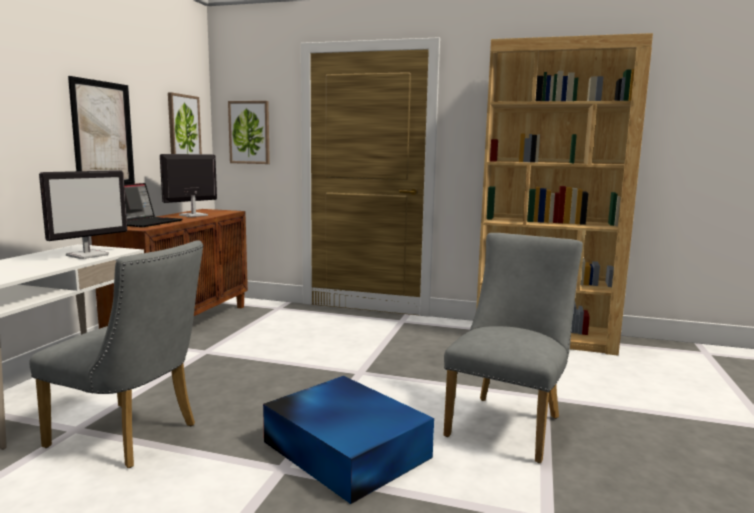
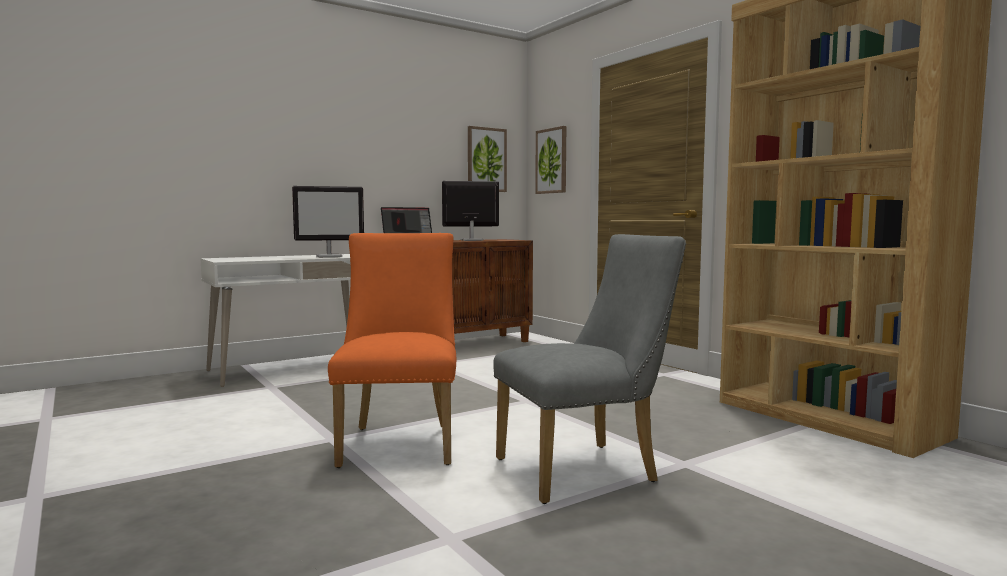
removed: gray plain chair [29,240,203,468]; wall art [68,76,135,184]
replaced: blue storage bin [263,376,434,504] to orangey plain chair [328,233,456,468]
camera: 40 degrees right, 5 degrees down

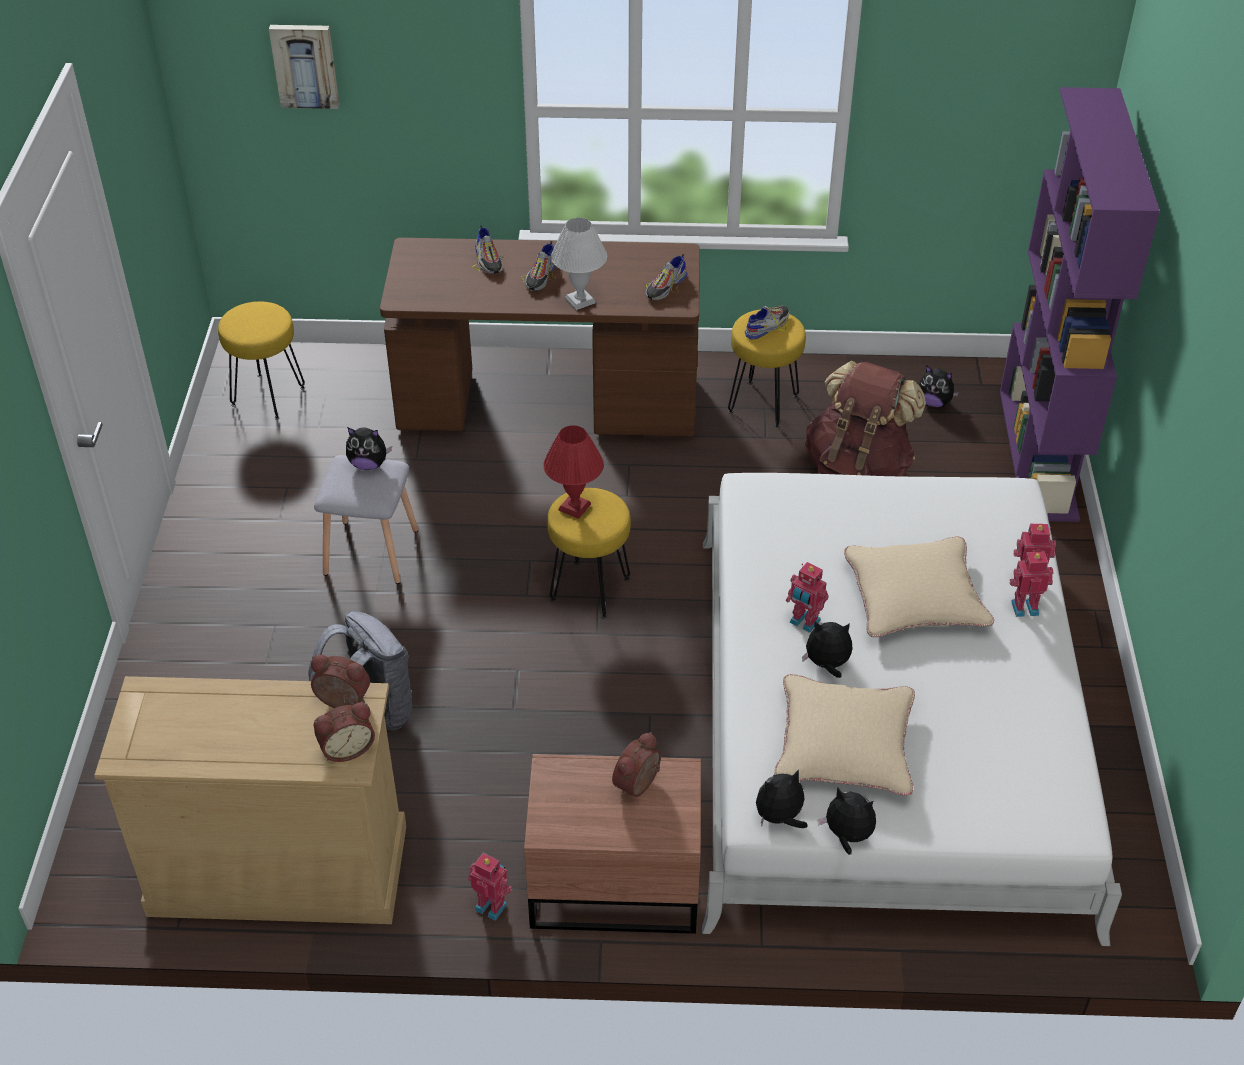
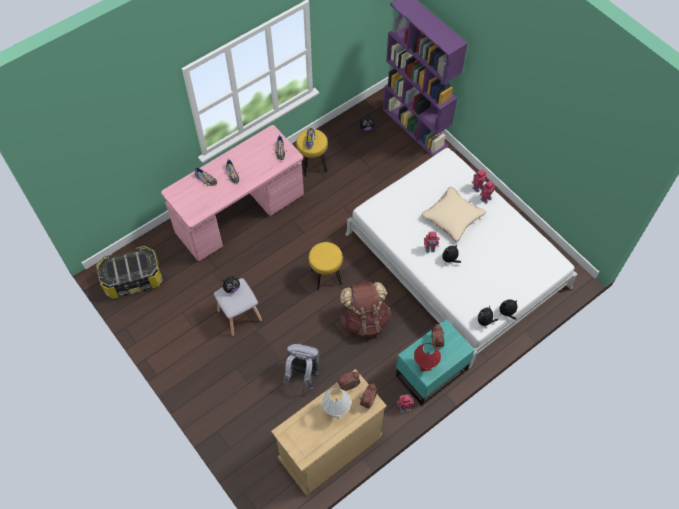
removed: wall art [269,25,339,109]; beige-coloured pillow [774,674,915,796]
moved: red-coloured tabletop lamp [543,425,604,519] to [414,343,441,372]; whitish tabletop lamp [551,218,607,310] to [322,388,351,419]; brown-coloured rucksack [805,360,926,477] to [340,282,391,338]
replaced: yellowish sitting stool [218,301,305,420] to storage bin [96,246,163,299]
recoloured: brown-coloured desk table [380,238,700,436] to pinkish desk table [161,125,304,261]; brown-coloured bedside table [524,754,701,934] to turquoise-coloured bedside table [396,319,475,405]
camera: 40 degrees left, 15 degrees up

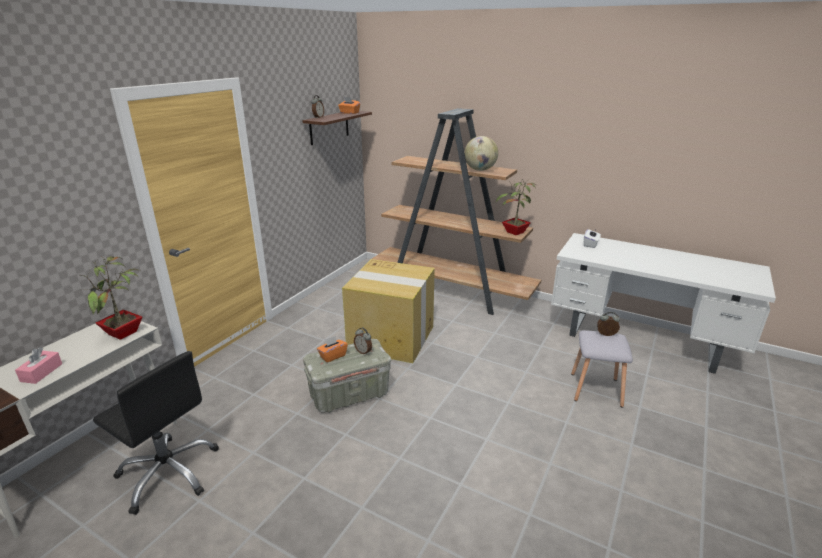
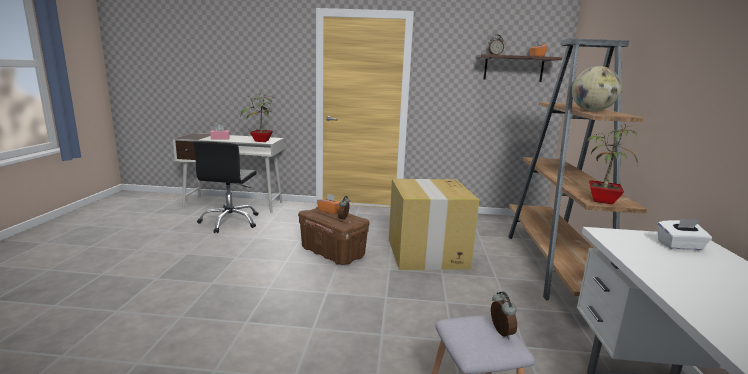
recoloured: gray storage bin [303,339,391,413] to brown-coloured storage bin [298,207,370,265]
camera: 65 degrees right, 10 degrees down

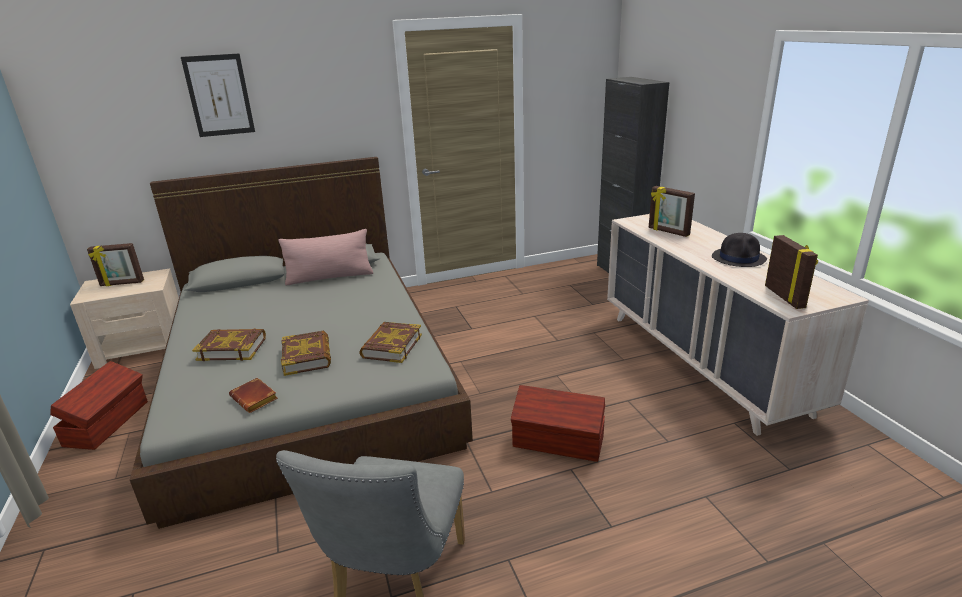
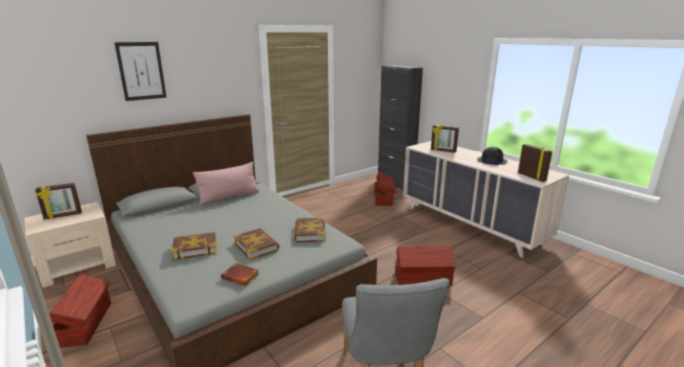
added: brown-coloured storage bin [375,172,396,206]
camera: 20 degrees left, 5 degrees down

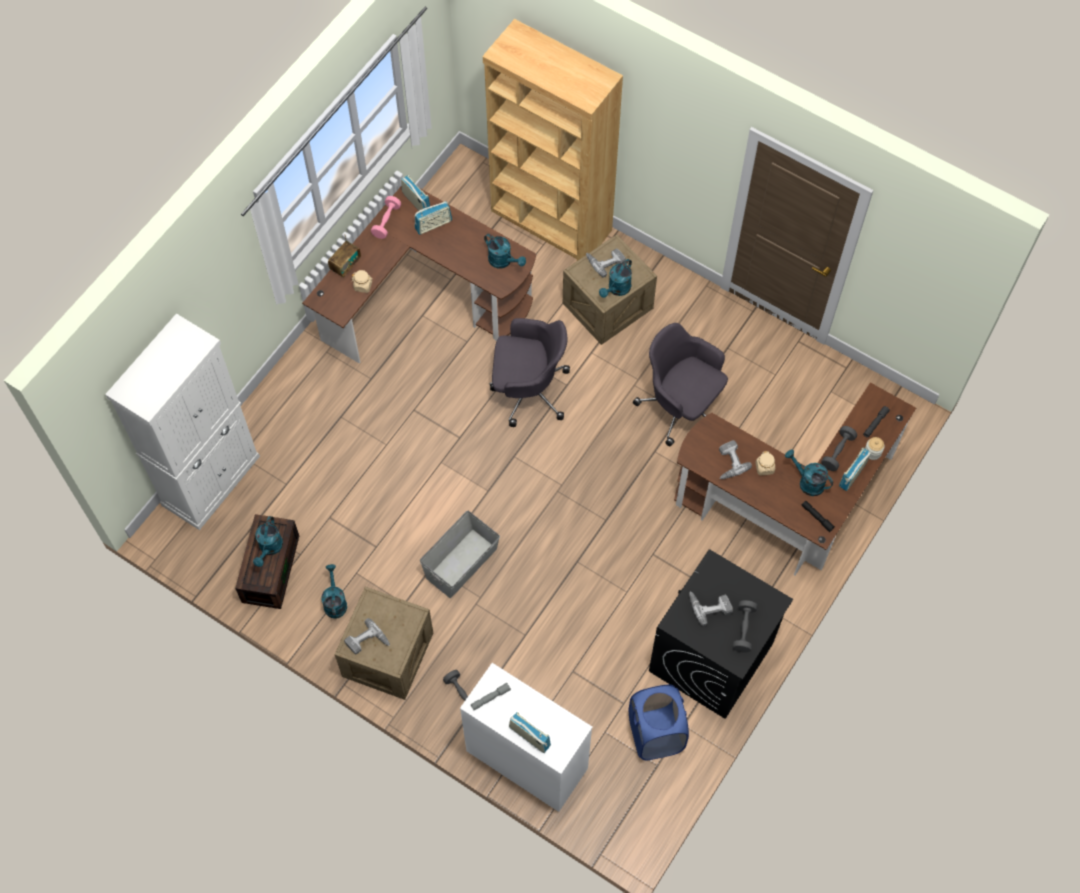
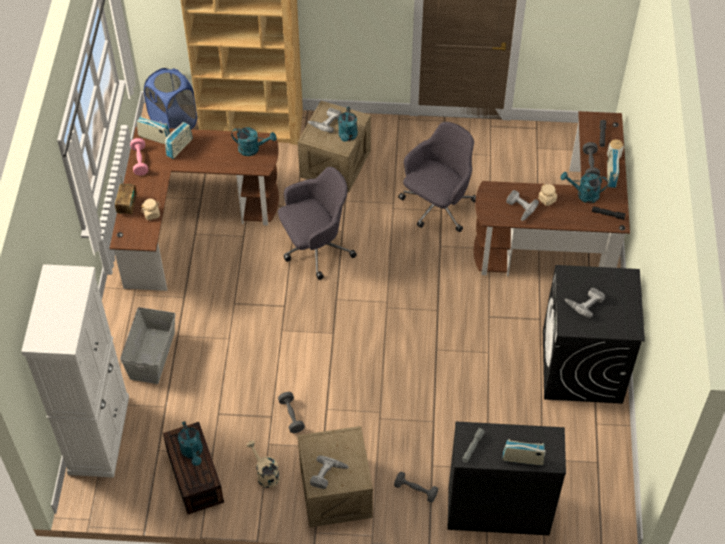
moved: gray storage bin [420,511,500,598] to [120,307,175,384]; blue hamper [629,684,689,760] to [144,68,197,129]; gray dumbbell [732,600,758,653] to [278,392,305,433]
recoloured: turquoise-coloured watering can [321,564,347,619] to beige-coloured watering can [246,440,280,488]; whitish drawer chest [460,663,593,812] to blackish drawer chest [447,421,566,535]
turned: gray computer chair [633,323,728,447] = [398,122,476,232] 120 degrees clockwise
camera: 30 degrees left, 10 degrees down

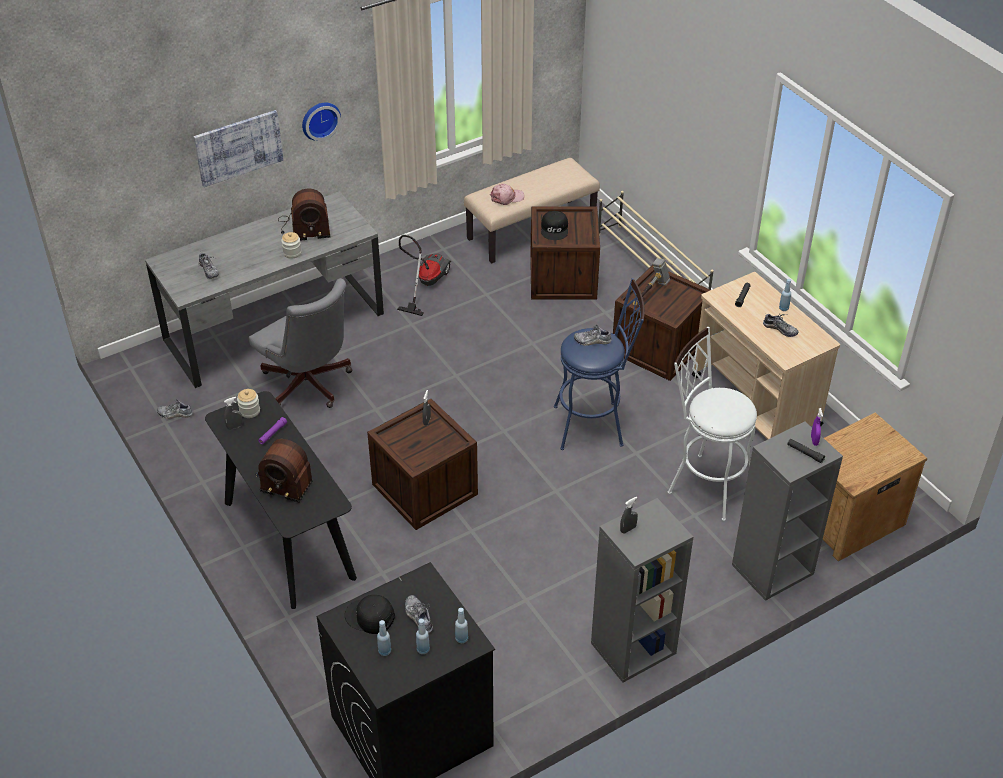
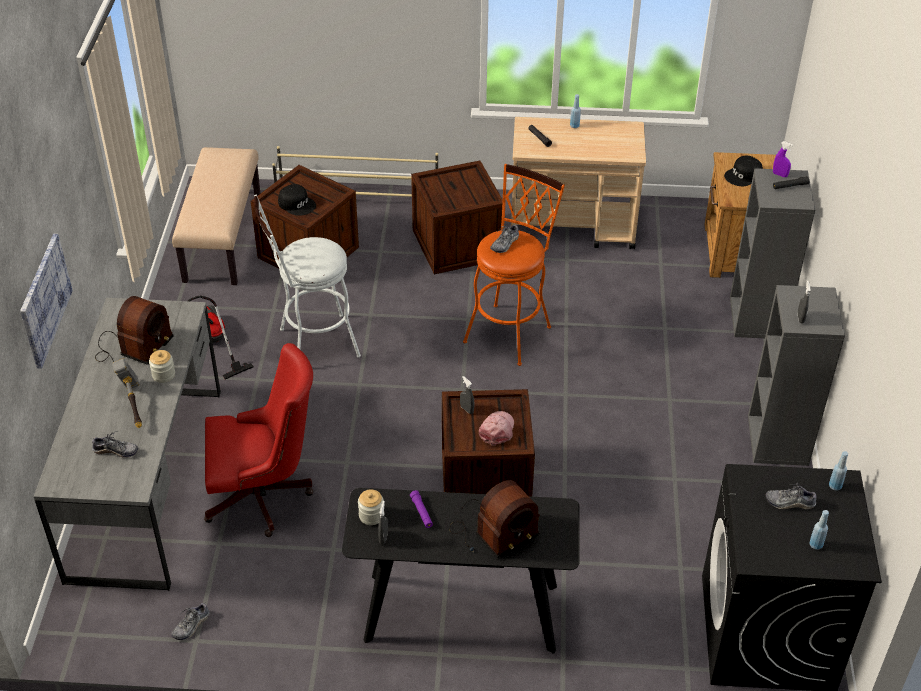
removed: wall clock [302,102,341,141]; blue beverage bottle [416,619,430,654]; low shoe [763,313,798,337]
moved: blackish cap [345,595,395,634] to [724,156,763,186]; pinkish cap [490,184,524,205] to [479,411,514,446]; hammer [633,258,670,305] to [112,358,142,428]; whitish sitting stool [668,327,757,521] to [254,194,361,358]
recoloured: gray computer chair [249,278,352,408] to red-coloured computer chair [204,343,314,537]; blue sitting stool [554,278,645,450] to orangey sitting stool [463,164,565,366]
camera: 55 degrees left, 0 degrees up

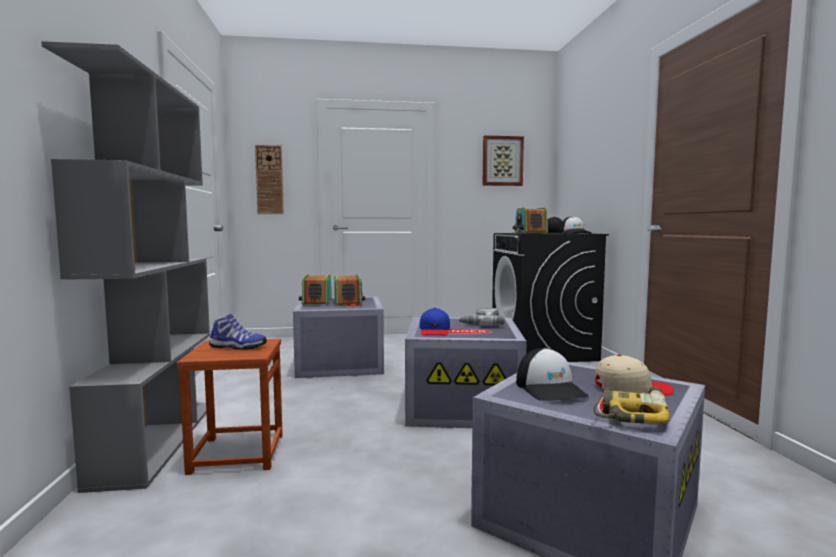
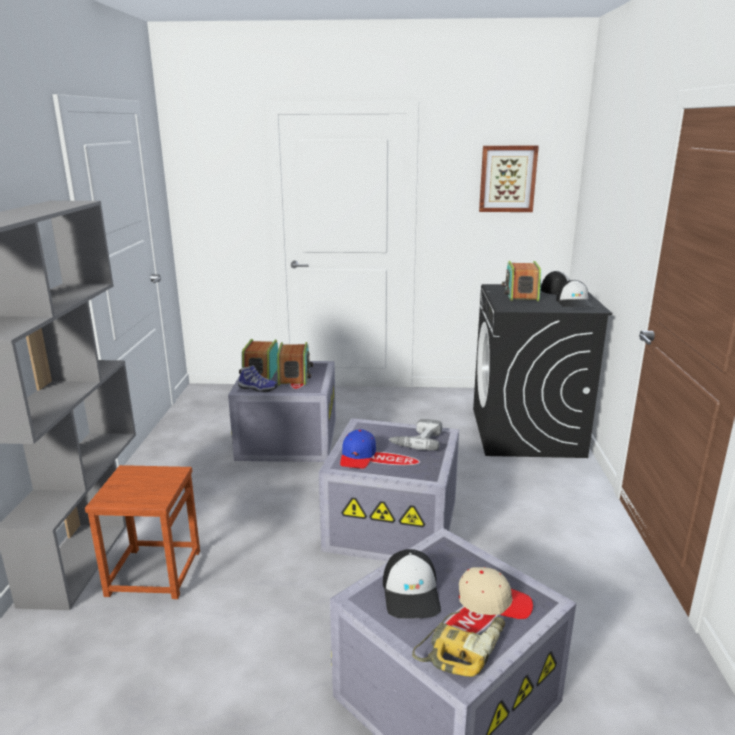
removed: wall clock [255,145,284,214]
moved: low shoe [209,314,267,350] to [238,365,278,392]
camera: 10 degrees right, 15 degrees up

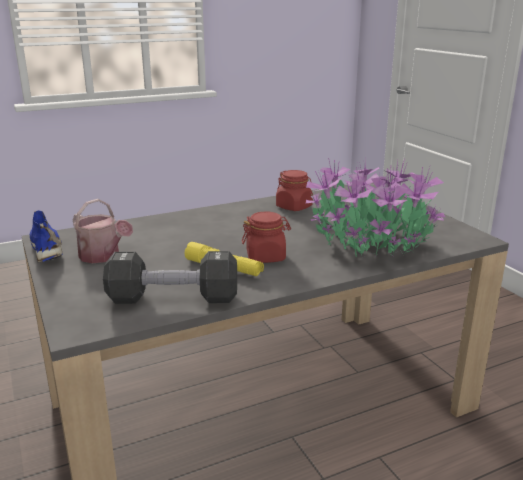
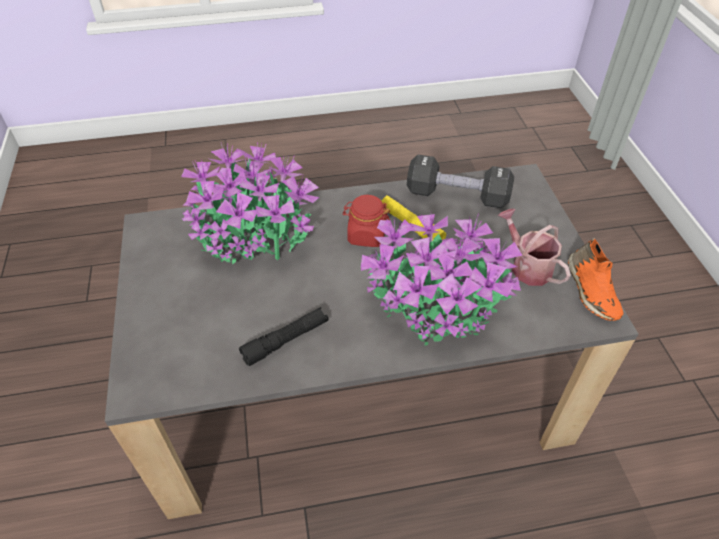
added: potted plant [361,212,522,346]
replaced: red-coloured storage jar [276,170,313,211] to blackish flashlight [239,307,328,366]
recoloured: blue low shoe [30,210,63,263] to orangey low shoe [568,238,624,321]
camera: 165 degrees left, 25 degrees up

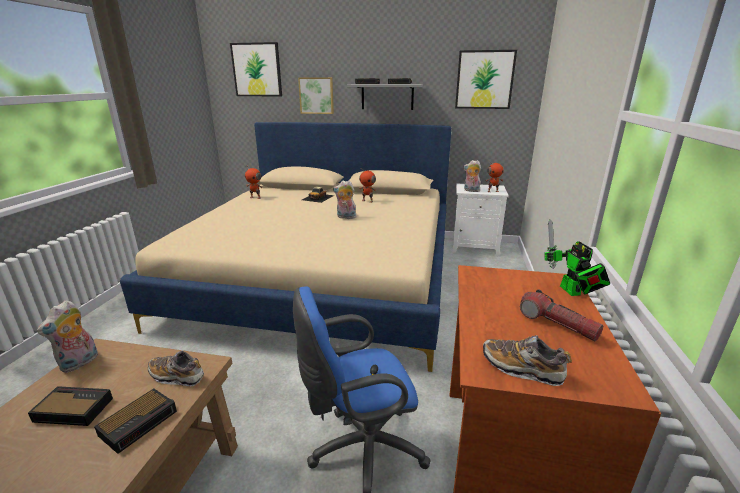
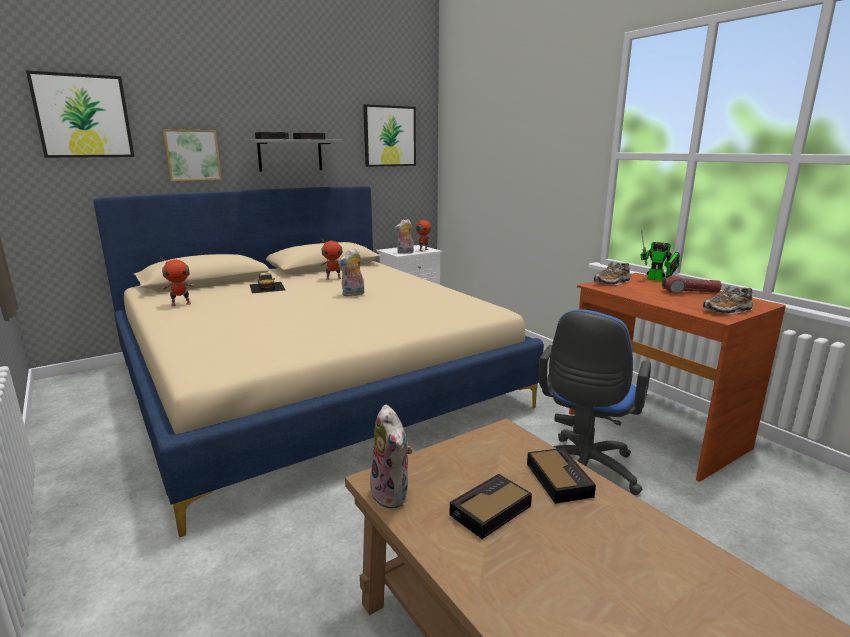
moved: low shoe [148,350,204,386] to [594,261,630,285]
camera: 45 degrees left, 5 degrees down

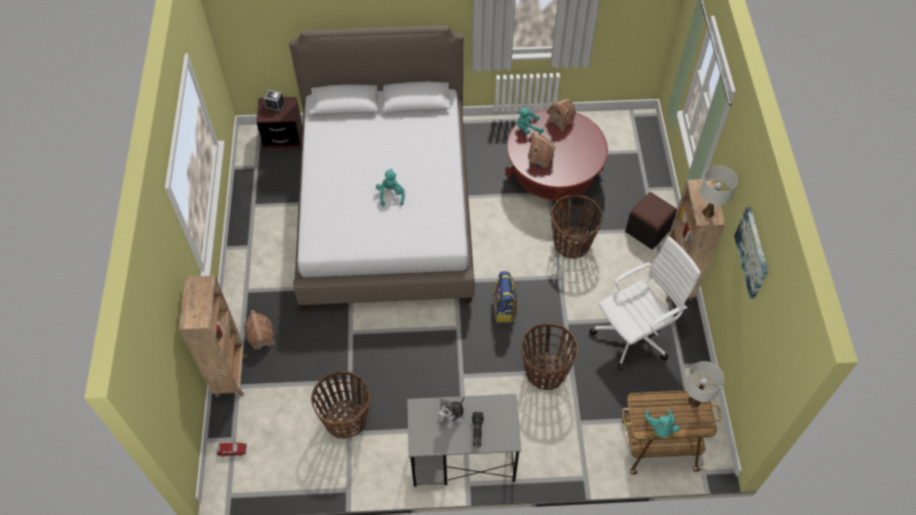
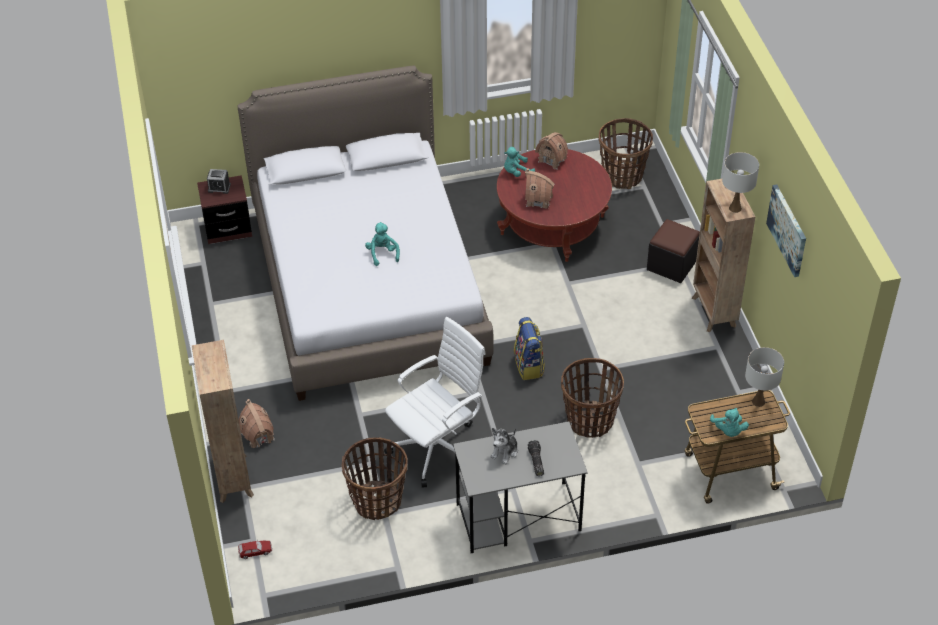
moved: household basket [551,195,603,259] to [599,118,653,189]; whitish computer chair [589,236,701,370] to [384,317,486,488]
camera: 10 degrees left, 10 degrees down

